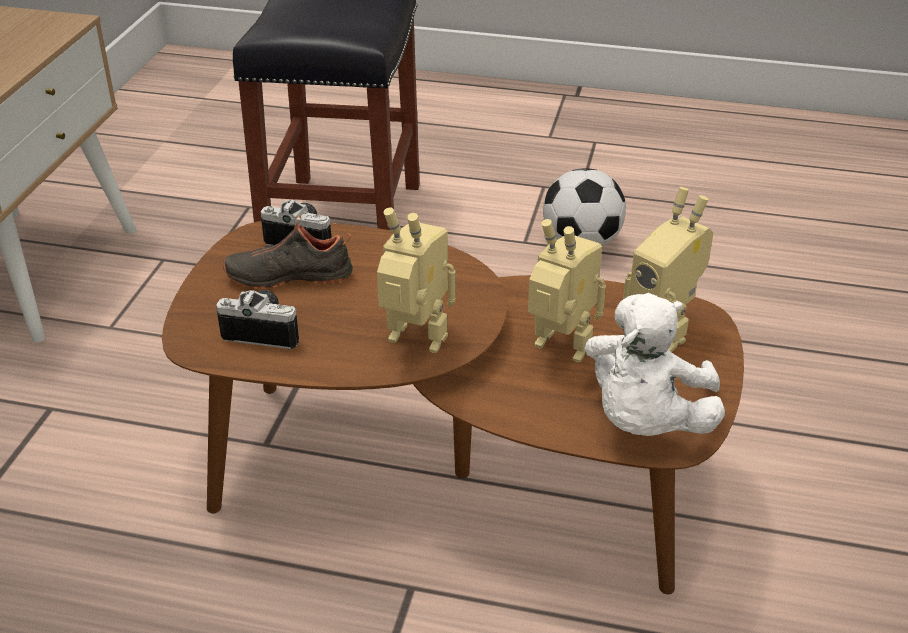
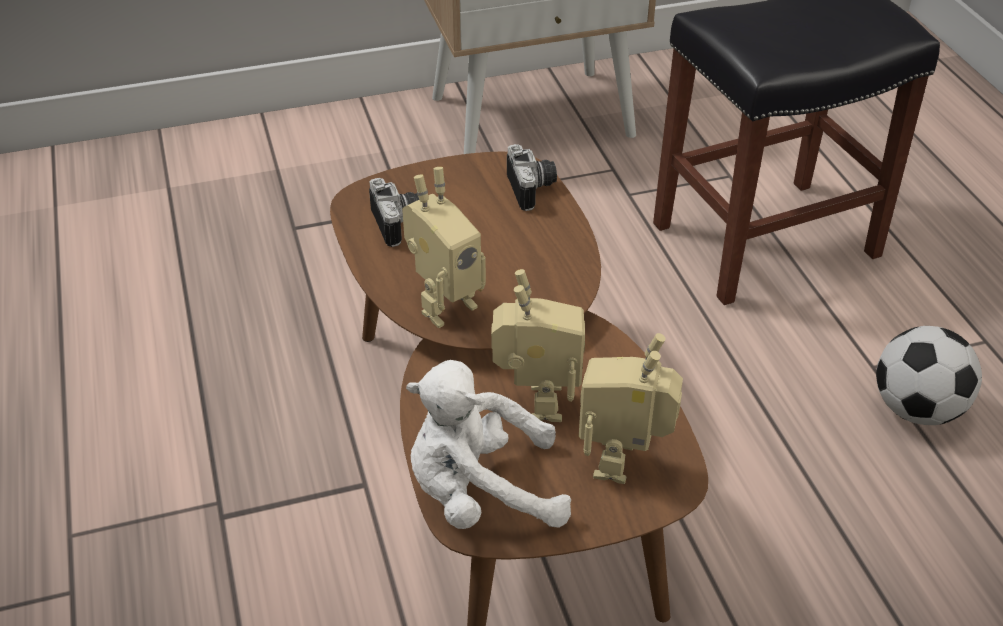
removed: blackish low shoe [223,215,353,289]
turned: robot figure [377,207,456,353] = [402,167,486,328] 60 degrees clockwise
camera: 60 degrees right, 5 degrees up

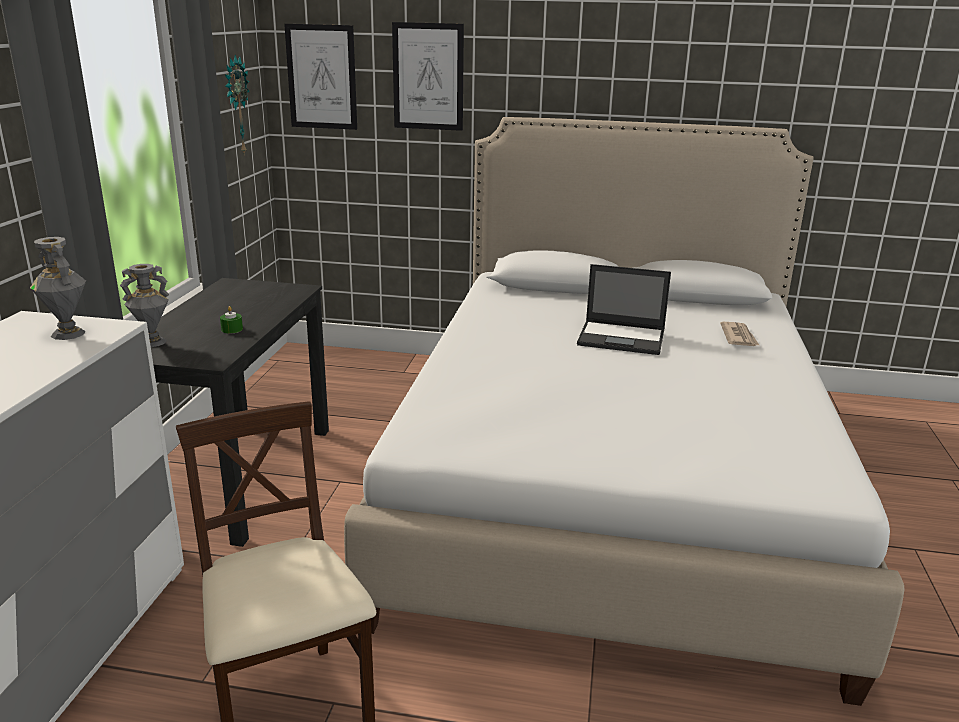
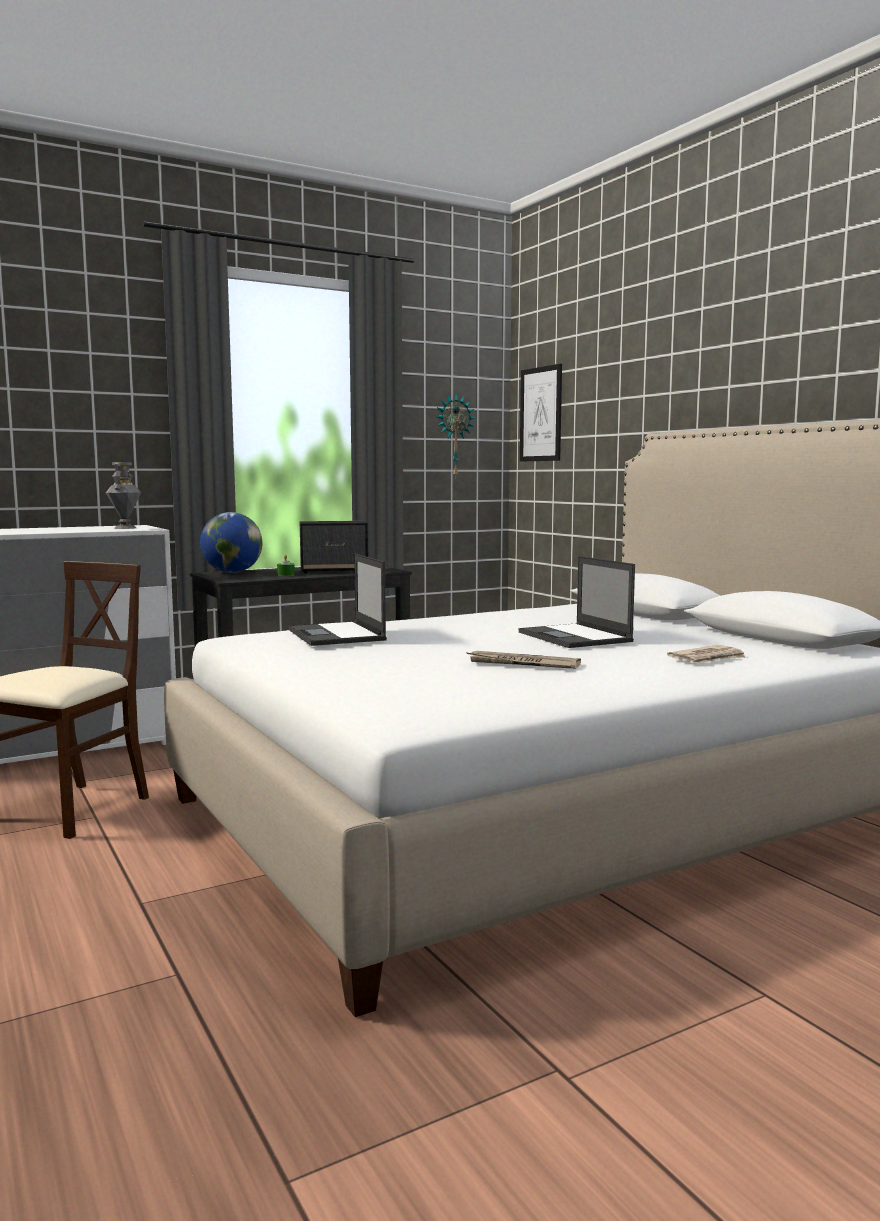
removed: wall art [392,22,464,131]
added: laptop [289,553,387,646]; loudspeaker [300,521,368,573]; newspaper [466,651,581,669]
replaced: gray flower vase [120,264,169,347] to globe [200,512,262,573]
camera: 50 degrees right, 15 degrees down

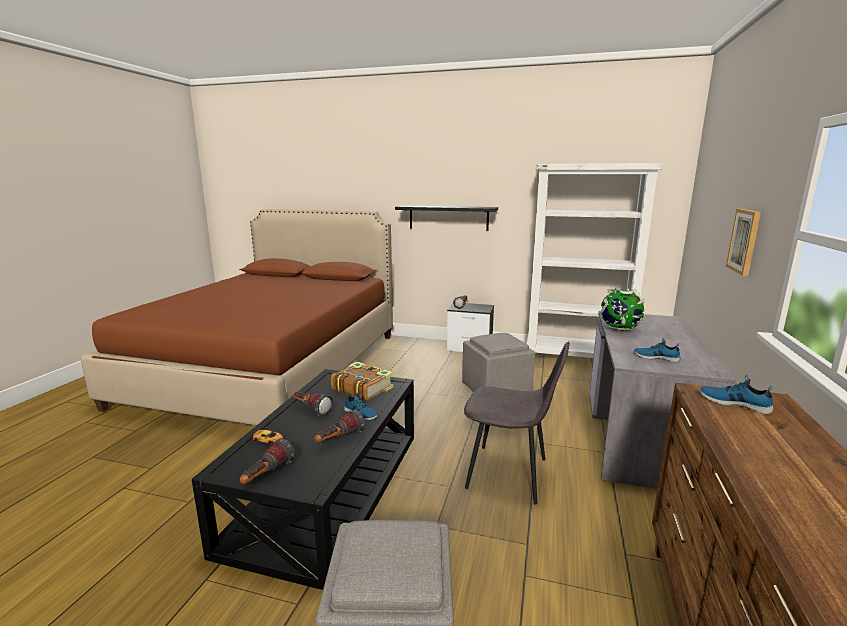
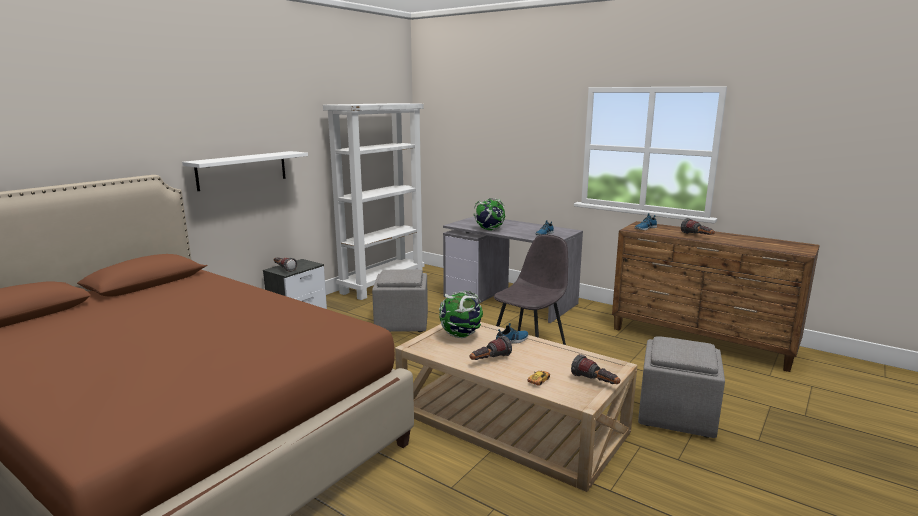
removed: wall art [726,209,761,276]
moved: flashlight [314,409,365,443] to [681,218,715,235]
replaced: volume [331,362,394,401] to globe [439,291,483,338]
recoloured: blackish coffee table [192,369,414,590] to beige-coloured coffee table [395,322,637,492]; blackish shelf [395,205,498,231] to whitish shelf [182,151,308,191]
camera: 70 degrees left, 0 degrees up

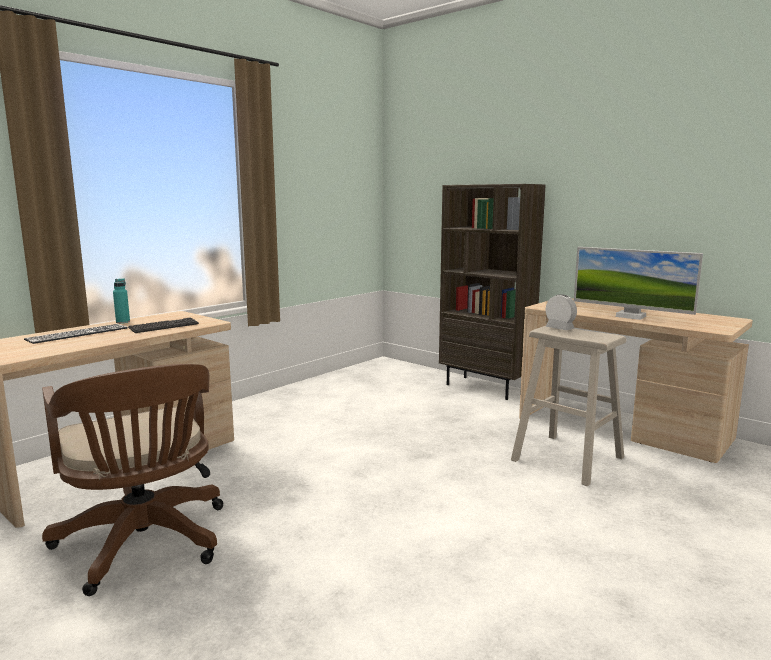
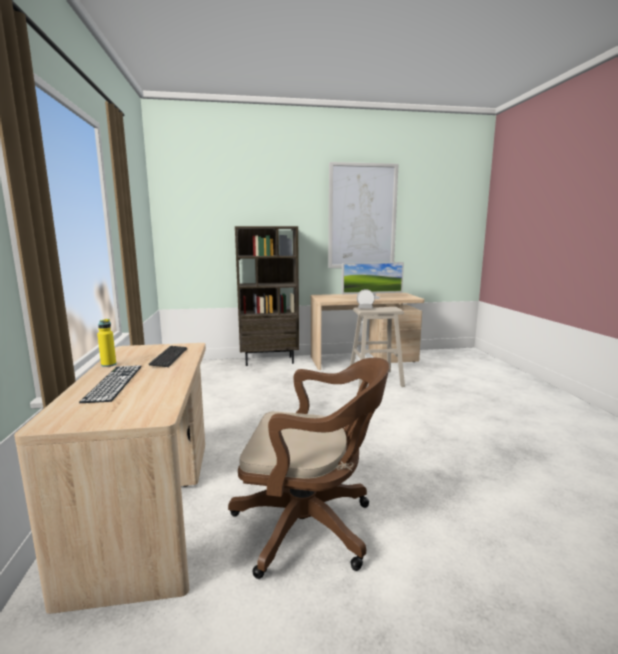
added: wall art [328,162,399,268]
recoloured: turquoise-coloured beverage bottle [113,278,130,323] to yellowish beverage bottle [97,319,116,367]
camera: 50 degrees left, 0 degrees up

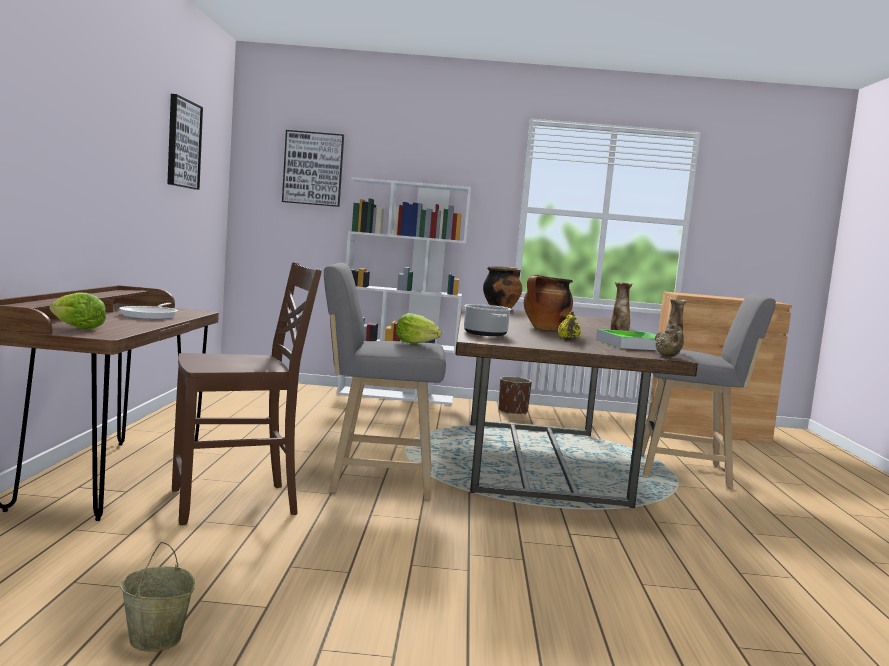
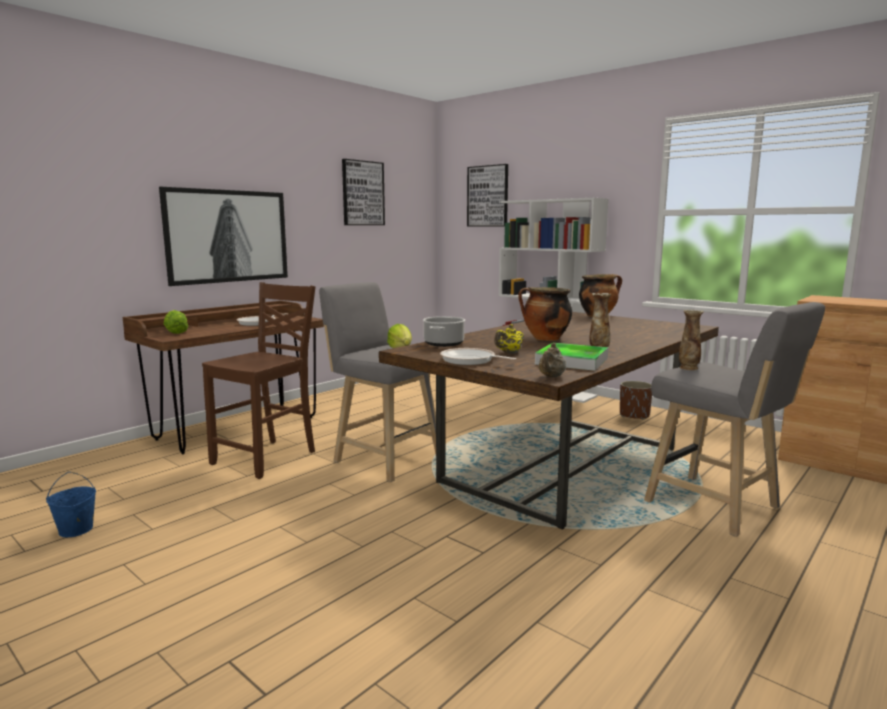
added: wall art [159,187,288,286]; frying pan [440,348,516,365]
recoloured: beige-coloured pail [120,542,195,652] to blue pail [46,472,96,537]
turned: brown-coloured plain chair [172,263,322,525] = [202,282,316,479] 75 degrees counterclockwise
camera: 40 degrees right, 5 degrees up

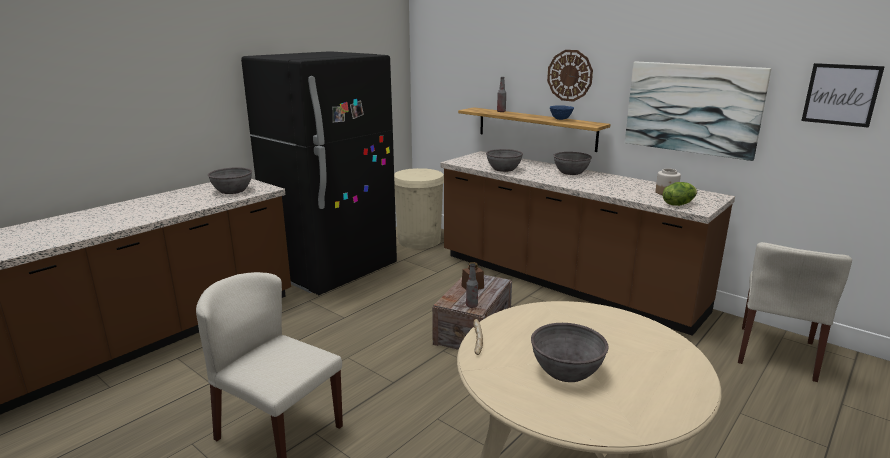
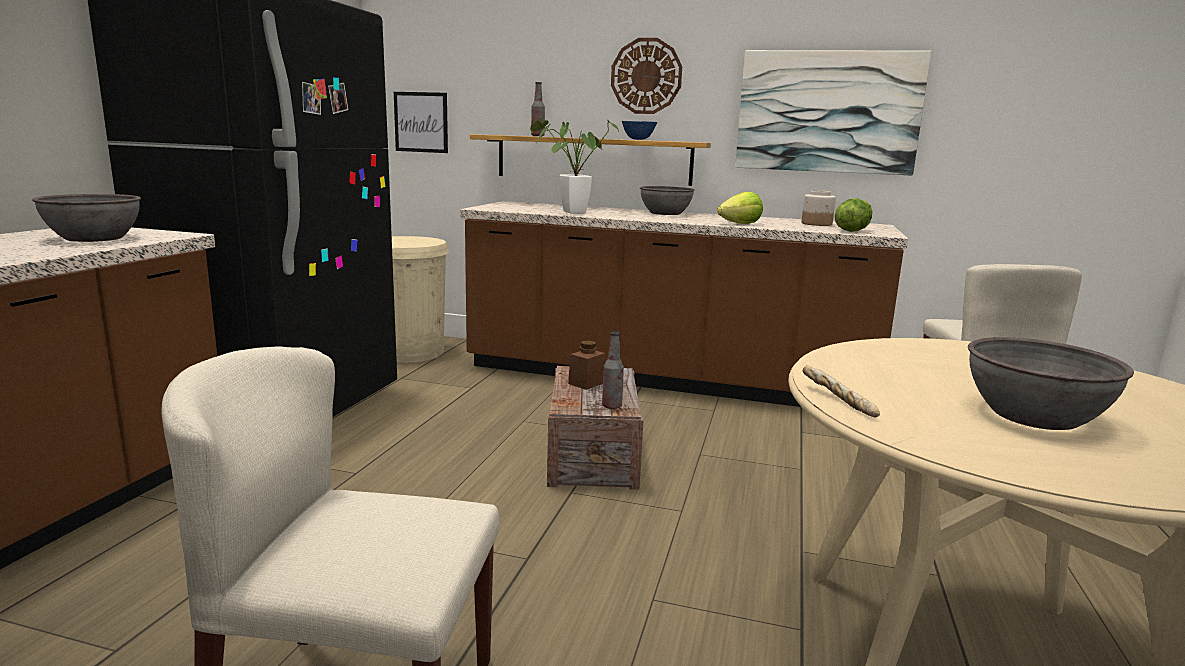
added: lettuce [717,192,763,224]
moved: wall art [801,63,885,128] to [394,92,448,153]
replaced: gray serving bowl [486,149,523,172] to potted plant [530,118,619,213]
camera: 25 degrees left, 5 degrees down

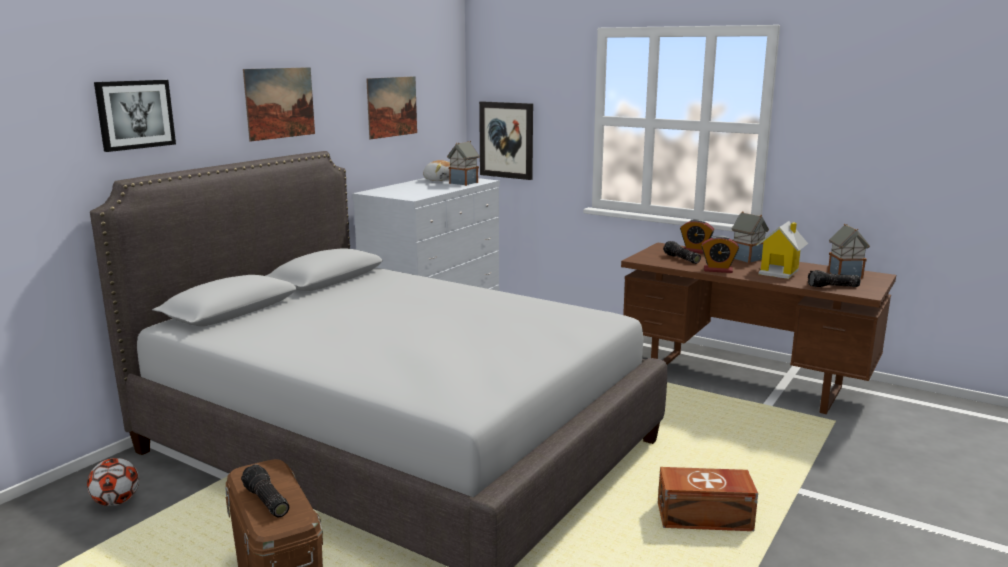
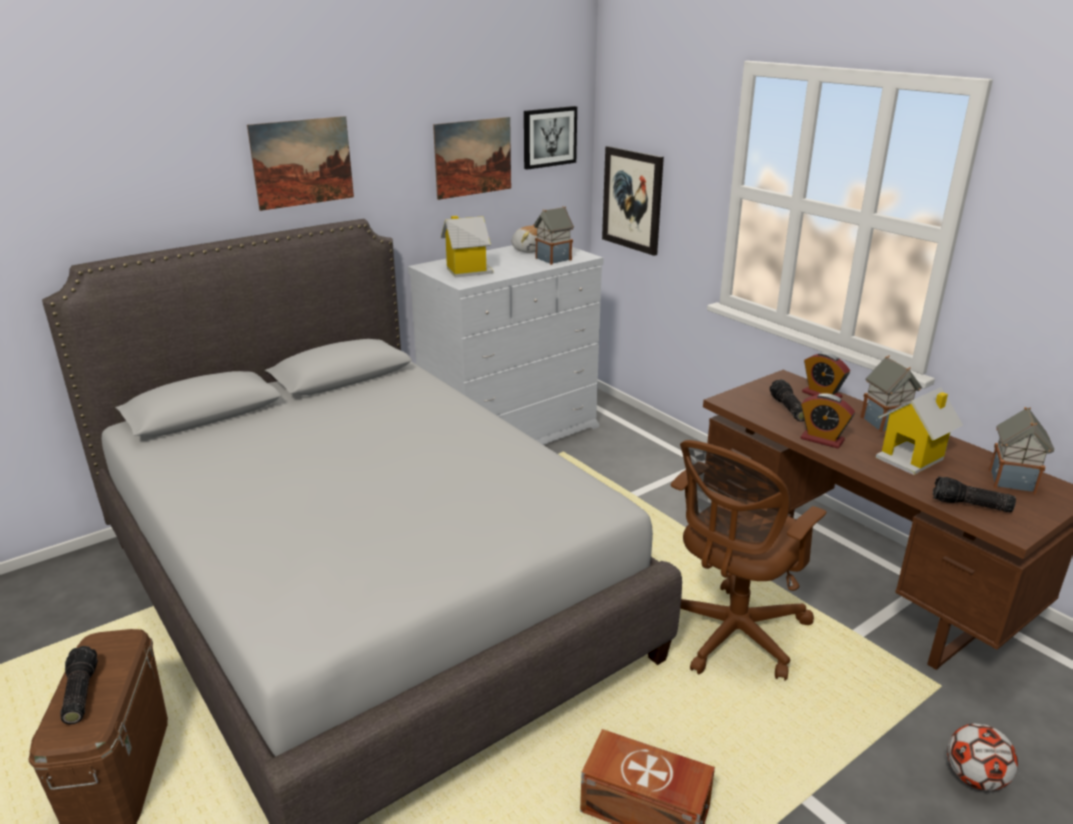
added: miniature house [441,216,493,278]; brown-coloured computer chair [671,440,826,681]
moved: football [87,458,139,506] to [947,723,1018,791]; wall art [94,80,176,152] to [524,106,577,170]
camera: 20 degrees right, 10 degrees up

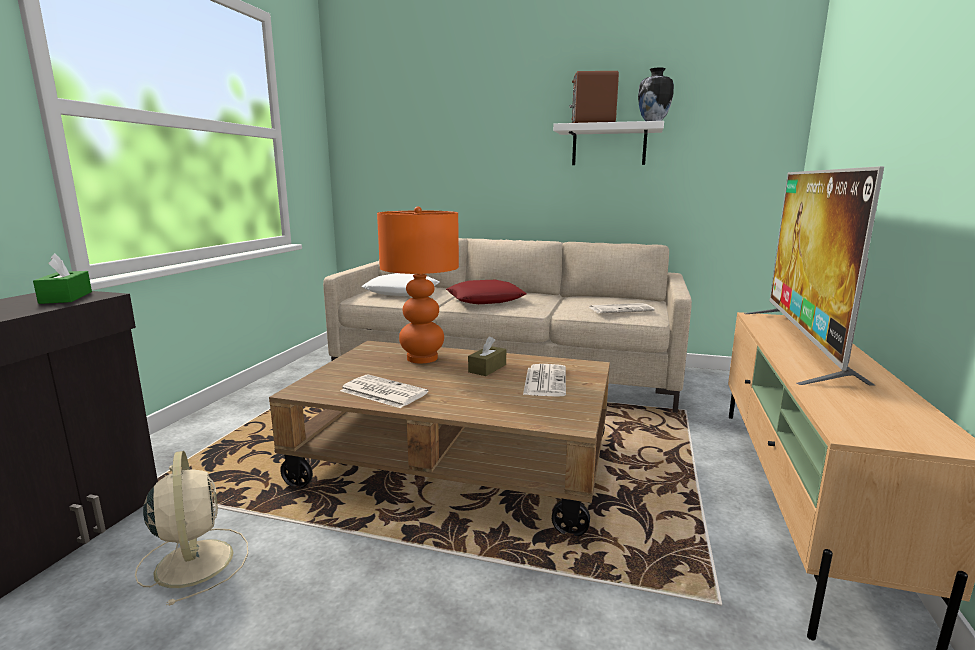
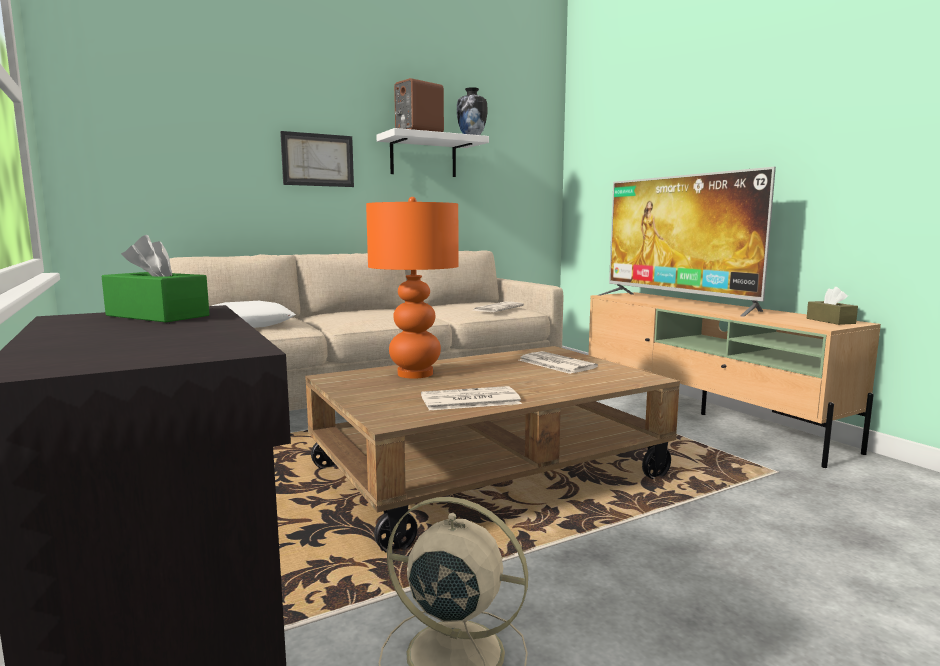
removed: red-coloured pillow [446,280,527,304]
added: wall art [280,131,354,187]
moved: brown-coloured tissue box [468,336,506,376] to [807,287,858,325]
camera: 45 degrees left, 5 degrees down

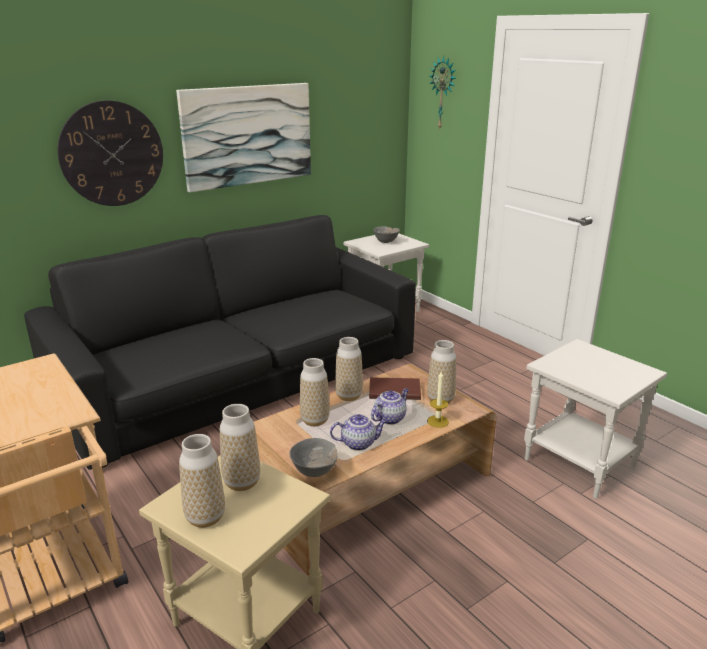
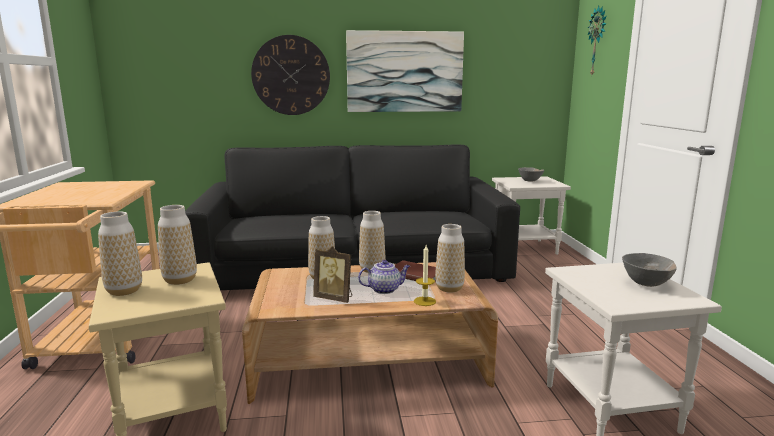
moved: gray serving bowl [289,438,338,477] to [622,253,677,287]
replaced: pot for tea [330,414,387,451] to standing frame [313,246,352,303]
camera: 30 degrees right, 10 degrees down

